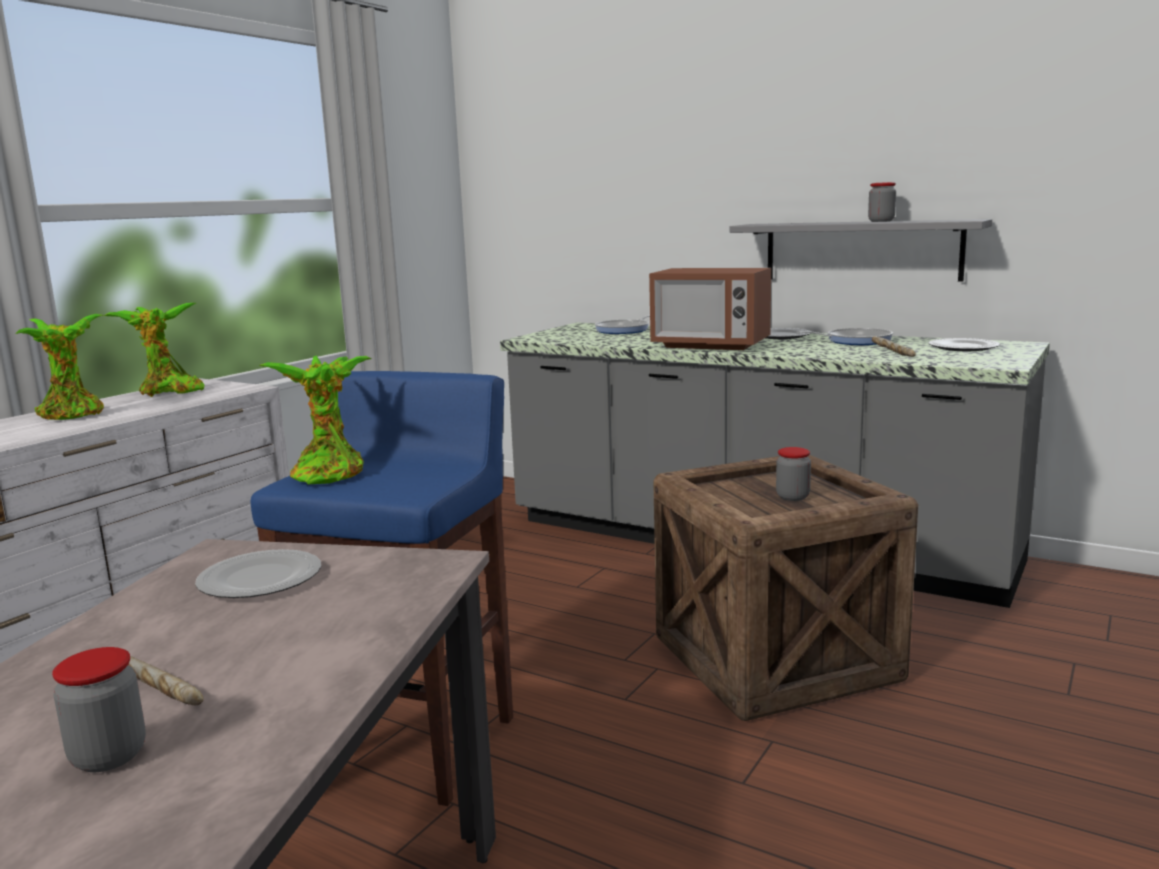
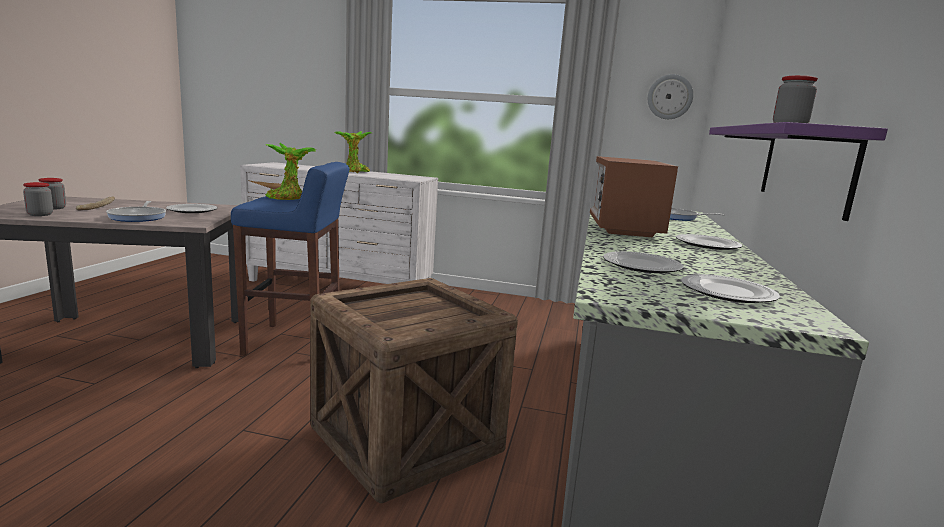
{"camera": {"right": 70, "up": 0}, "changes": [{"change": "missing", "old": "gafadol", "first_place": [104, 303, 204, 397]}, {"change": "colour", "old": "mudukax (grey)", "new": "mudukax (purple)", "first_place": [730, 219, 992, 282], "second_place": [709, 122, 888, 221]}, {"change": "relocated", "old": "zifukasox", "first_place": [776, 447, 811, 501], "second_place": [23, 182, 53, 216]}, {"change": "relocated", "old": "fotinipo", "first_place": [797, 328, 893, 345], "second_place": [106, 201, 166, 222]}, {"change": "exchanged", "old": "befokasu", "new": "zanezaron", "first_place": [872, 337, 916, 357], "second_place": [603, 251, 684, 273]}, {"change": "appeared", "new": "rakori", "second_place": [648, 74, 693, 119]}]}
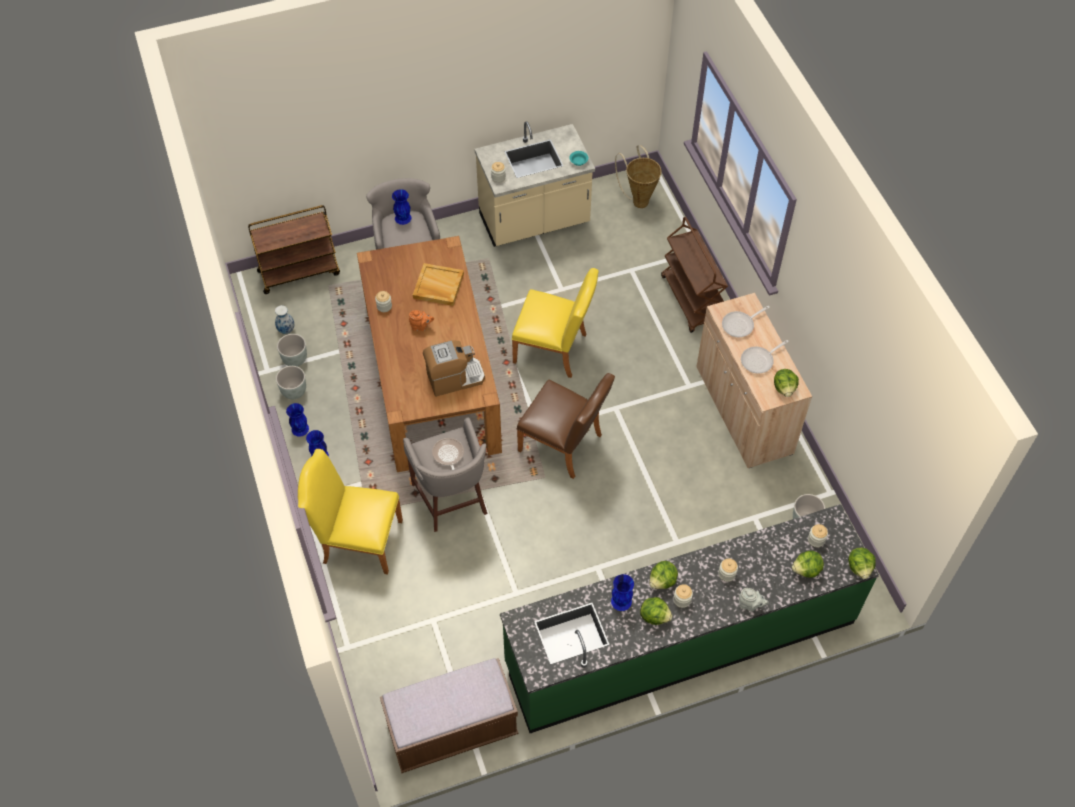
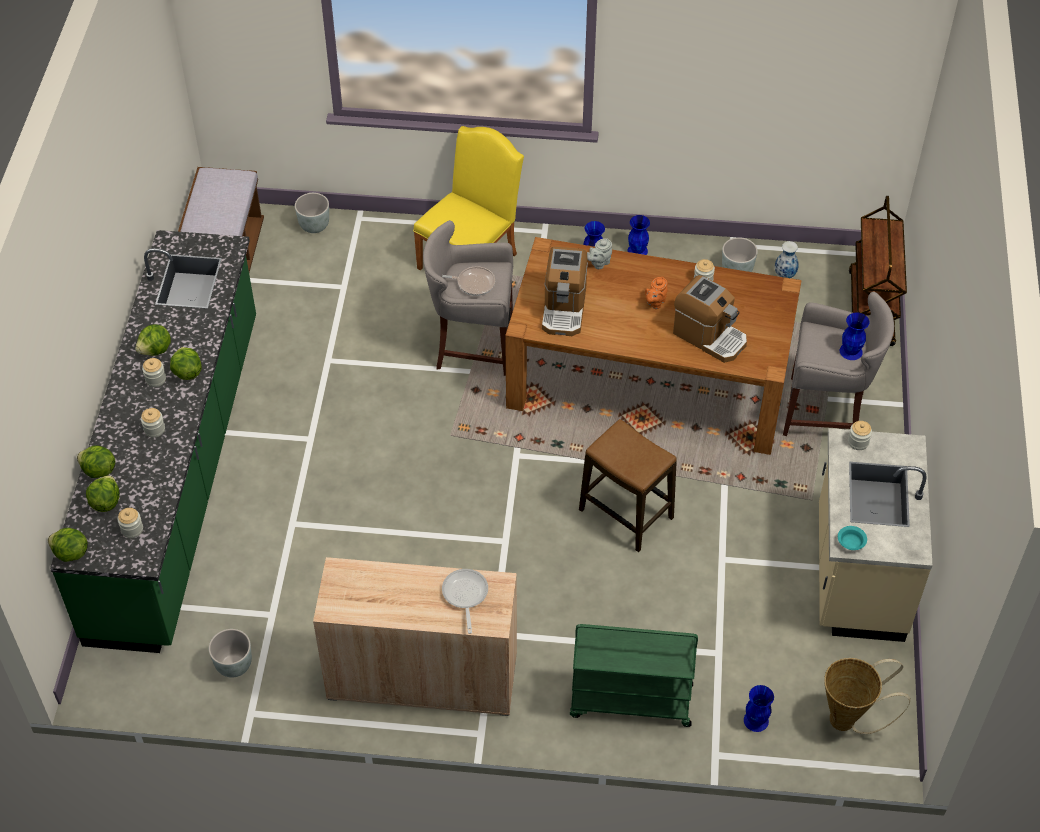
{"camera": {"right": 115, "up": -5}, "changes": [{"change": "relocated", "old": "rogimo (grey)", "first_place": [276, 366, 306, 399], "second_place": [295, 193, 329, 233]}, {"change": "exchanged", "old": "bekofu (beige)", "new": "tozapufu", "first_place": [413, 263, 464, 306], "second_place": [673, 275, 747, 363]}, {"change": "exchanged", "old": "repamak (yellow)", "new": "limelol", "first_place": [512, 268, 599, 378], "second_place": [579, 419, 677, 552]}, {"change": "missing", "old": "repamak (brown)", "first_place": [517, 373, 615, 479]}, {"change": "relocated", "old": "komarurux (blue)", "first_place": [611, 574, 634, 611], "second_place": [744, 685, 774, 732]}, {"change": "colour", "old": "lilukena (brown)", "new": "lilukena (green)", "first_place": [661, 217, 728, 333], "second_place": [570, 624, 698, 727]}, {"change": "relocated", "old": "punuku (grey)", "first_place": [739, 588, 769, 612], "second_place": [587, 238, 612, 269]}, {"change": "missing", "old": "fotinipo", "first_place": [741, 340, 789, 374]}, {"change": "relocated", "old": "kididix", "first_place": [774, 369, 799, 397], "second_place": [77, 445, 115, 478]}]}
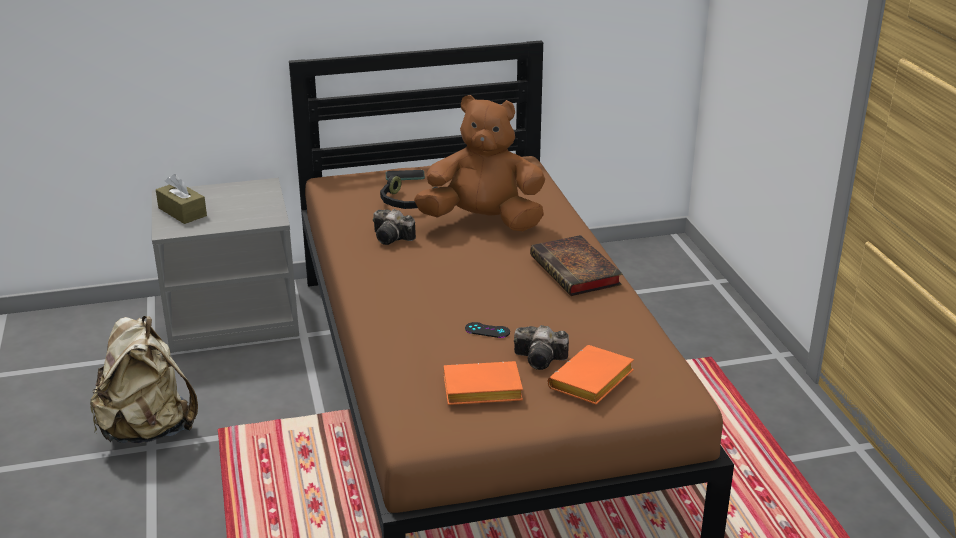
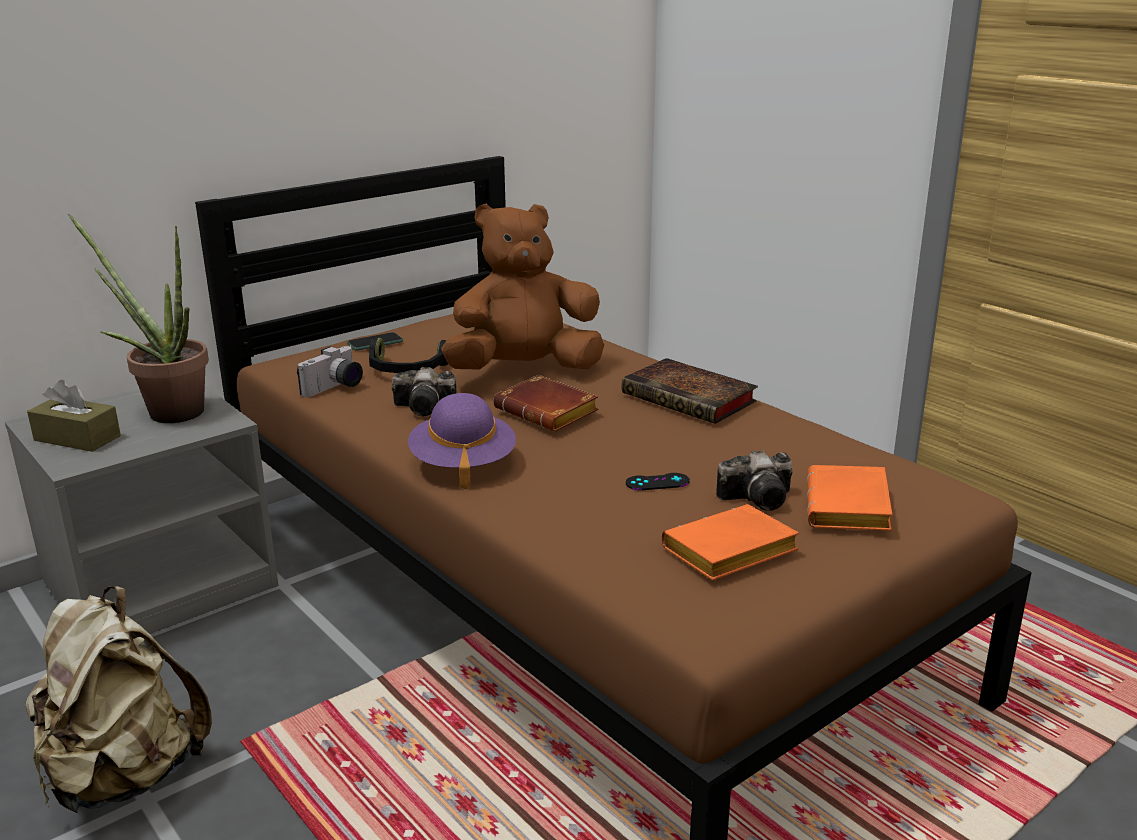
{"camera": {"right": -25, "up": -5}, "changes": [{"change": "appeared", "new": "gafadol", "second_place": [68, 213, 209, 423]}, {"change": "appeared", "new": "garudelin", "second_place": [297, 346, 363, 397]}, {"change": "appeared", "new": "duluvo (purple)", "second_place": [408, 393, 516, 489]}, {"change": "appeared", "new": "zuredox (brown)", "second_place": [493, 375, 598, 431]}]}
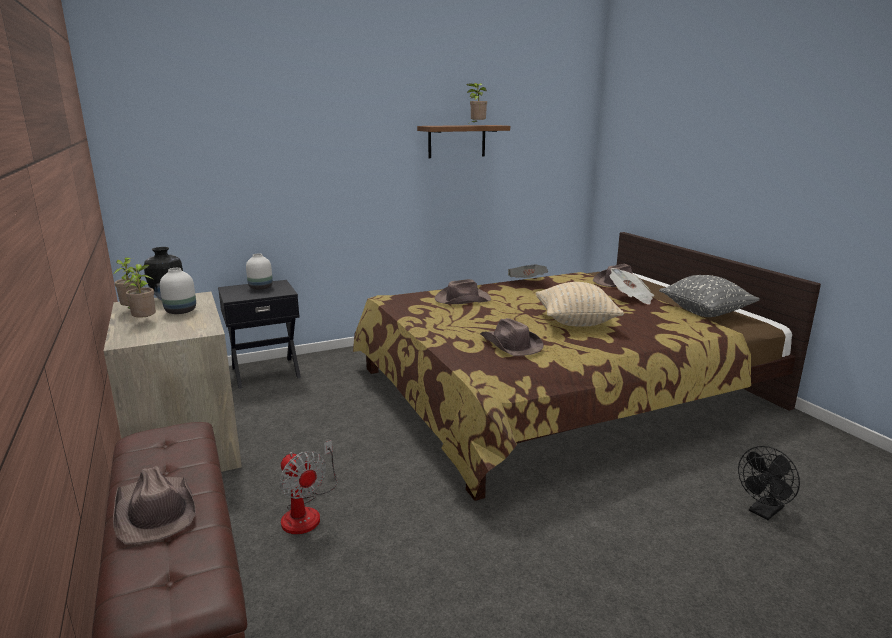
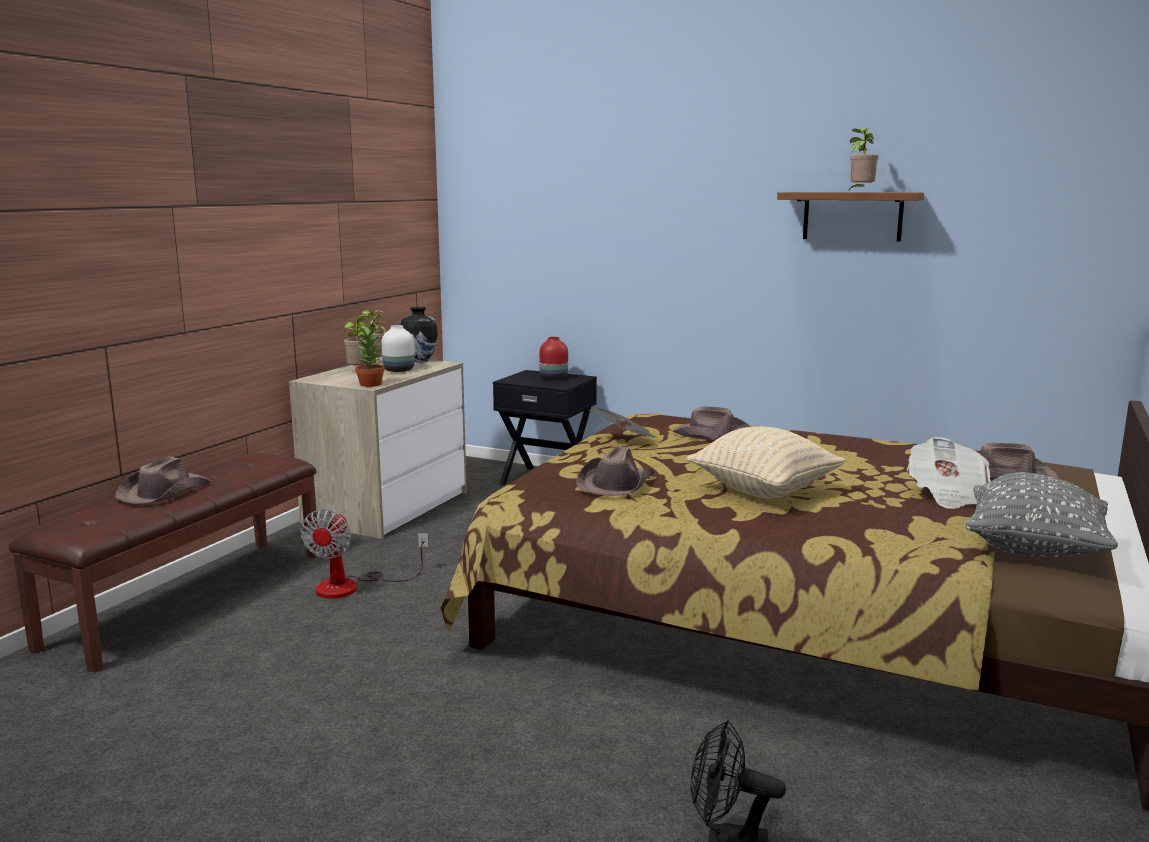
{"camera": {"right": 50, "up": -5}, "changes": [{"change": "colour", "old": "komarurux (white)", "new": "komarurux (red)", "first_place": [246, 253, 273, 290], "second_place": [539, 337, 568, 379]}, {"change": "relocated", "old": "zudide", "first_place": [508, 265, 548, 278], "second_place": [589, 408, 656, 437]}, {"change": "appeared", "new": "gafadol", "second_place": [355, 326, 385, 387]}]}
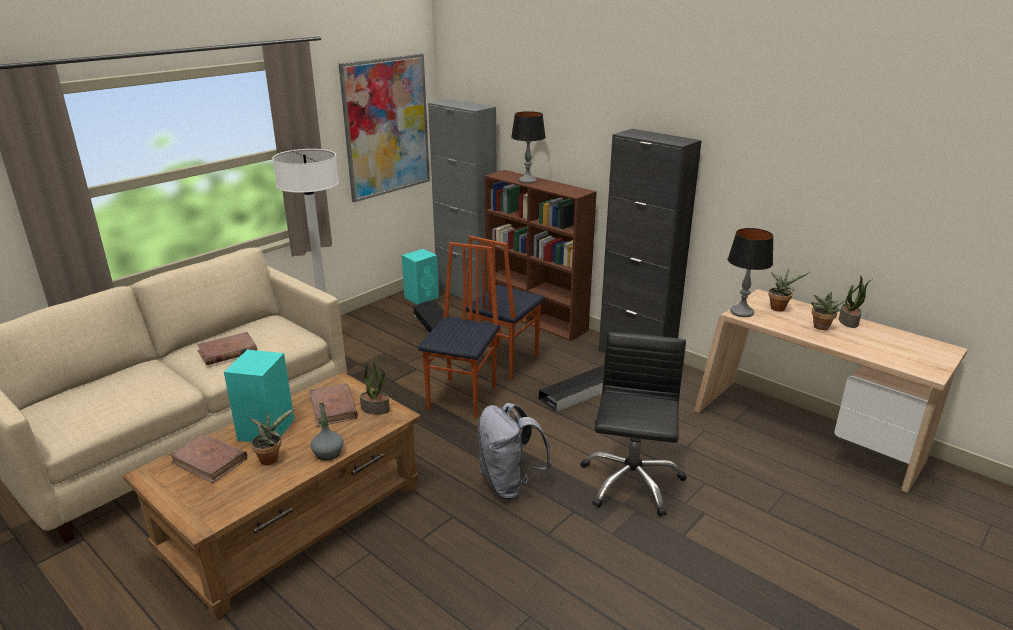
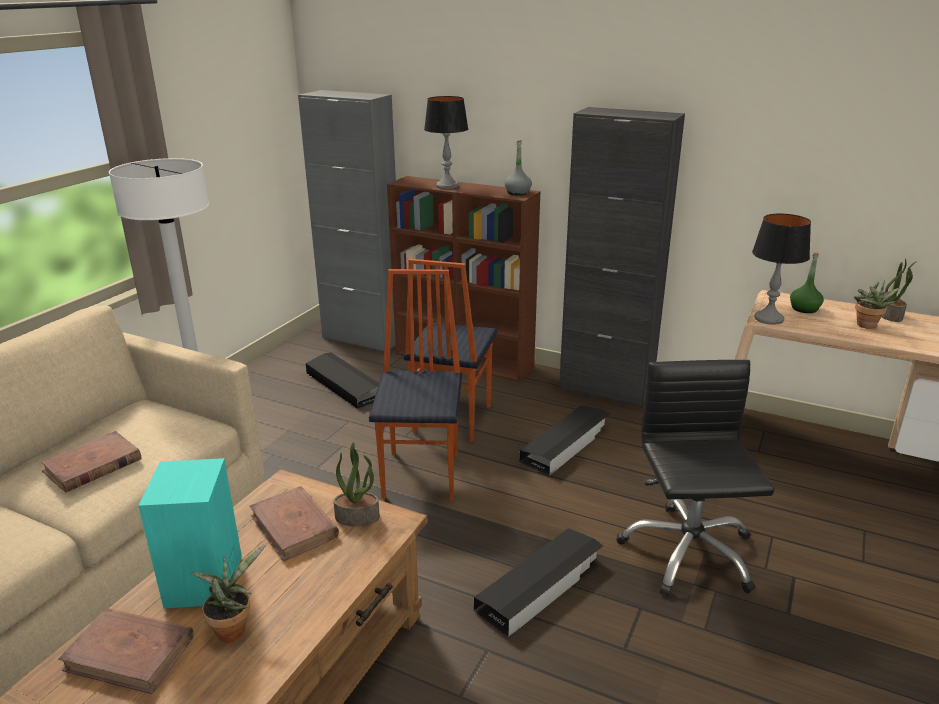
{"camera": {"right": -15, "up": 0}, "changes": [{"change": "relocated", "old": "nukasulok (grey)", "first_place": [311, 401, 344, 460], "second_place": [505, 140, 532, 195]}, {"change": "missing", "old": "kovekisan", "first_place": [339, 54, 430, 202]}, {"change": "missing", "old": "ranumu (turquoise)", "first_place": [402, 249, 439, 305]}, {"change": "exchanged", "old": "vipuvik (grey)", "new": "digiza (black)", "first_place": [478, 403, 552, 499], "second_place": [474, 528, 603, 637]}, {"change": "exchanged", "old": "gafadol", "new": "nukasulok (green)", "first_place": [769, 269, 811, 312], "second_place": [790, 252, 824, 313]}]}
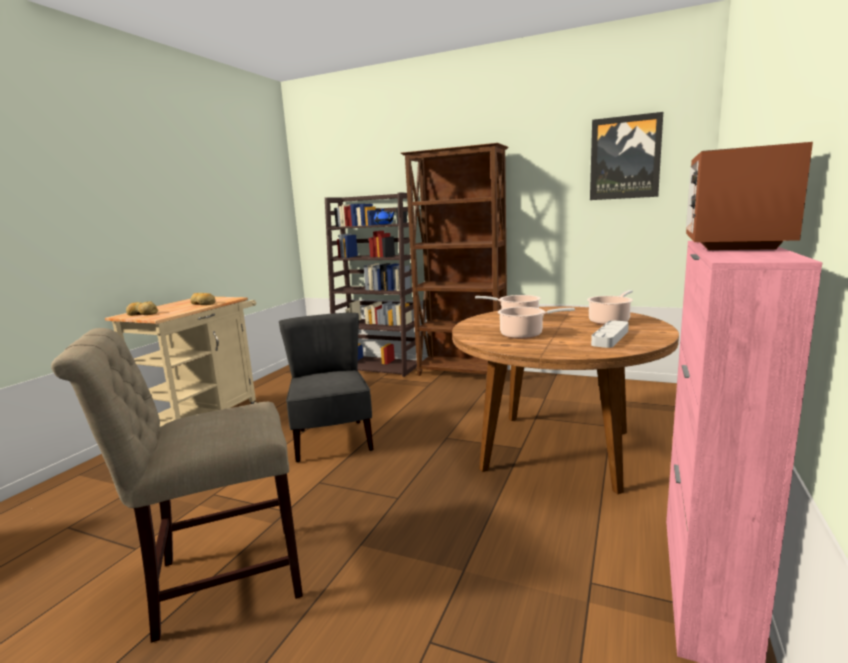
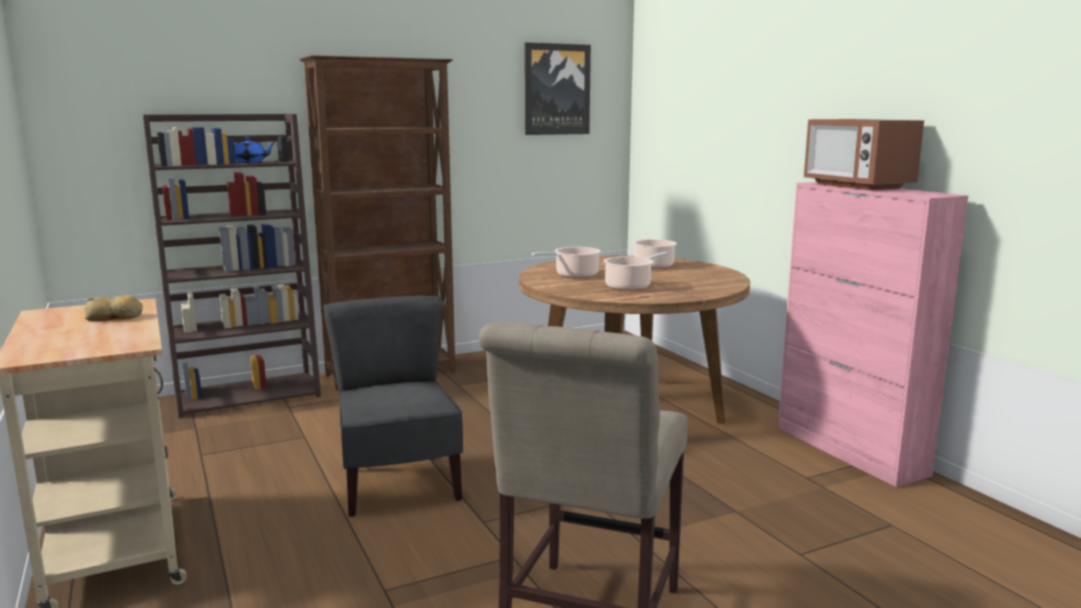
{"camera": {"right": -50, "up": 0}, "changes": [{"change": "missing", "old": "befokasu", "first_place": [126, 301, 159, 316]}, {"change": "spun", "old": "repamak (grey)", "first_place": [279, 313, 374, 463], "second_place": [323, 296, 463, 517], "degrees": 45}, {"change": "missing", "old": "bekofu (grey)", "first_place": [591, 320, 629, 348]}]}
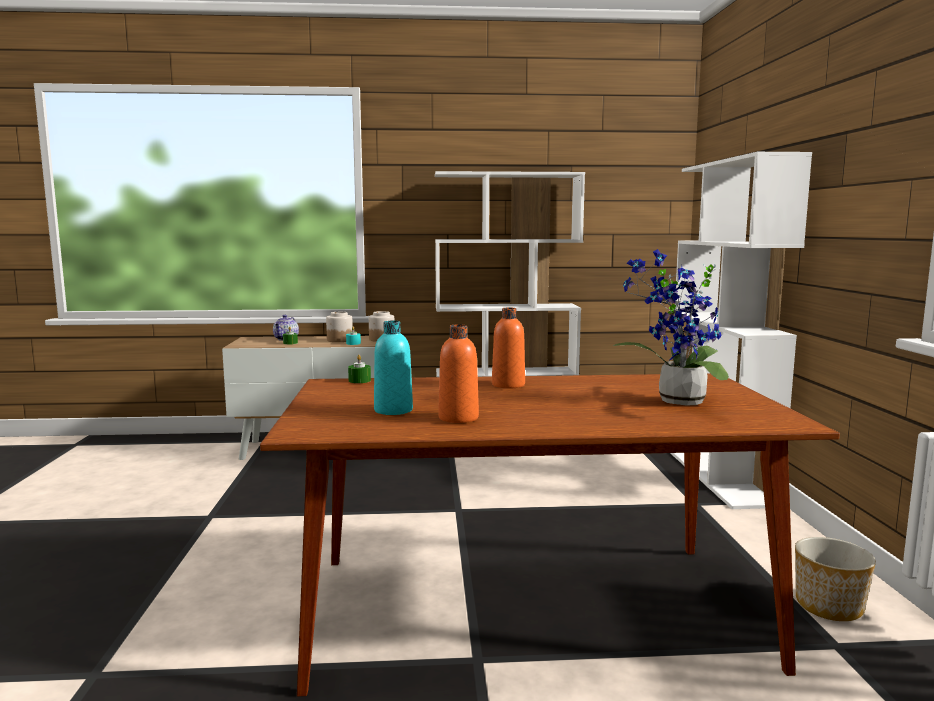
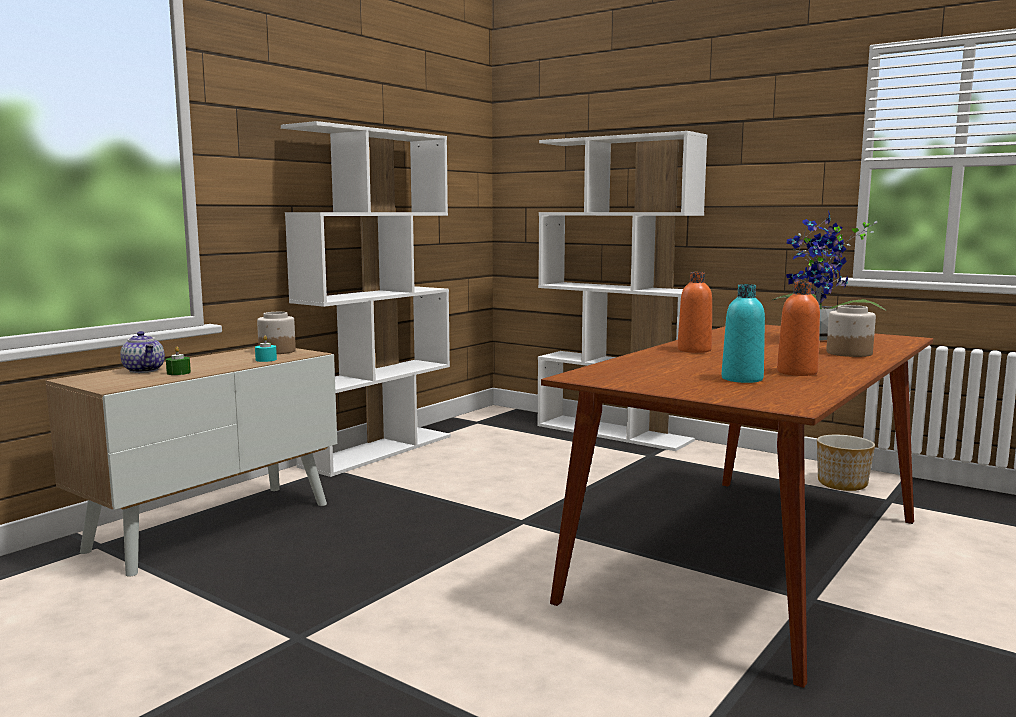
{"camera": {"right": -50, "up": 0}, "changes": [{"change": "relocated", "old": "zifukasox", "first_place": [326, 312, 353, 342], "second_place": [826, 305, 876, 357]}, {"change": "missing", "old": "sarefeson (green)", "first_place": [348, 355, 371, 383]}]}
